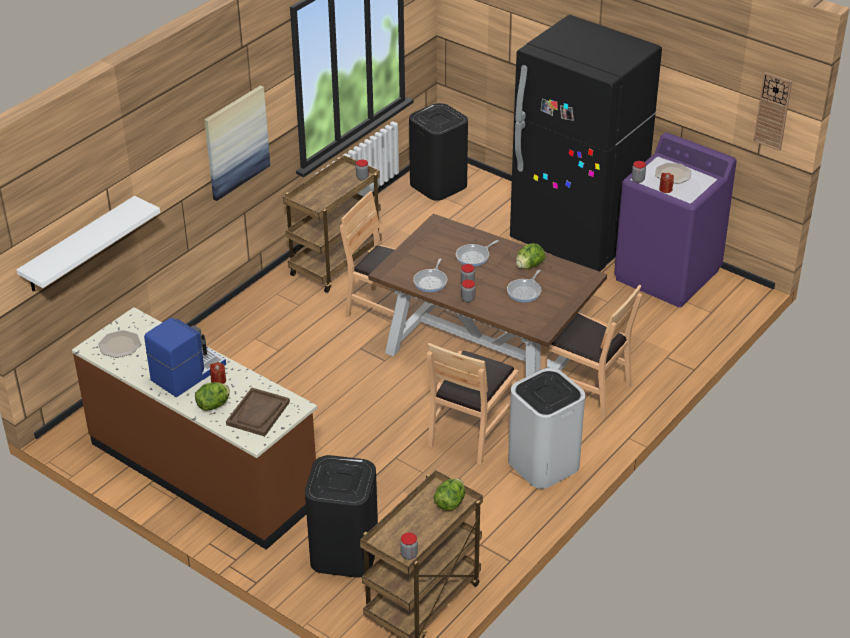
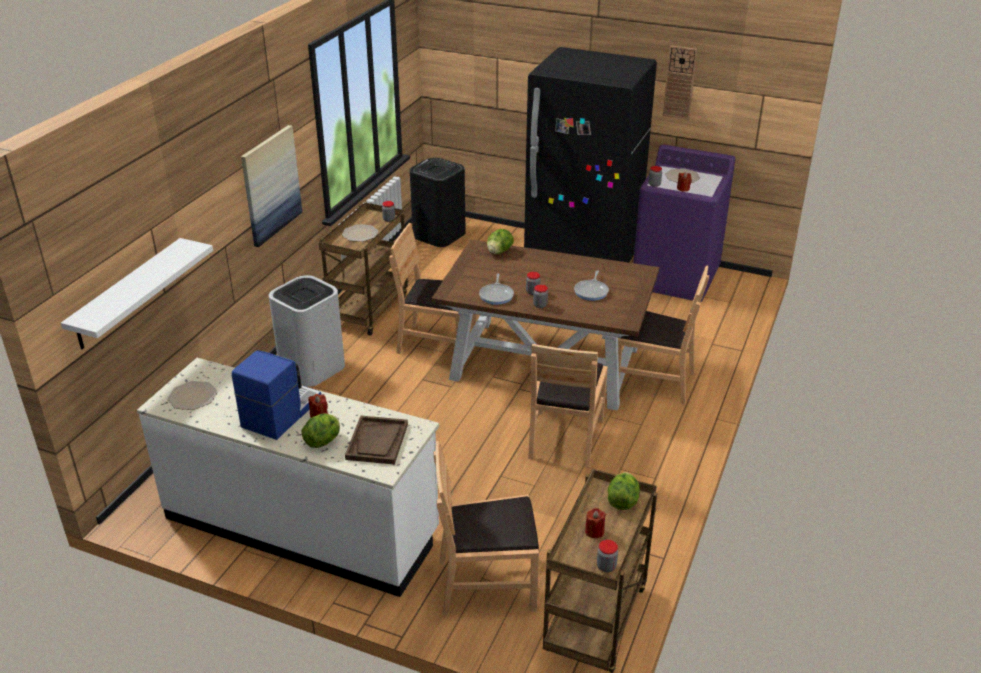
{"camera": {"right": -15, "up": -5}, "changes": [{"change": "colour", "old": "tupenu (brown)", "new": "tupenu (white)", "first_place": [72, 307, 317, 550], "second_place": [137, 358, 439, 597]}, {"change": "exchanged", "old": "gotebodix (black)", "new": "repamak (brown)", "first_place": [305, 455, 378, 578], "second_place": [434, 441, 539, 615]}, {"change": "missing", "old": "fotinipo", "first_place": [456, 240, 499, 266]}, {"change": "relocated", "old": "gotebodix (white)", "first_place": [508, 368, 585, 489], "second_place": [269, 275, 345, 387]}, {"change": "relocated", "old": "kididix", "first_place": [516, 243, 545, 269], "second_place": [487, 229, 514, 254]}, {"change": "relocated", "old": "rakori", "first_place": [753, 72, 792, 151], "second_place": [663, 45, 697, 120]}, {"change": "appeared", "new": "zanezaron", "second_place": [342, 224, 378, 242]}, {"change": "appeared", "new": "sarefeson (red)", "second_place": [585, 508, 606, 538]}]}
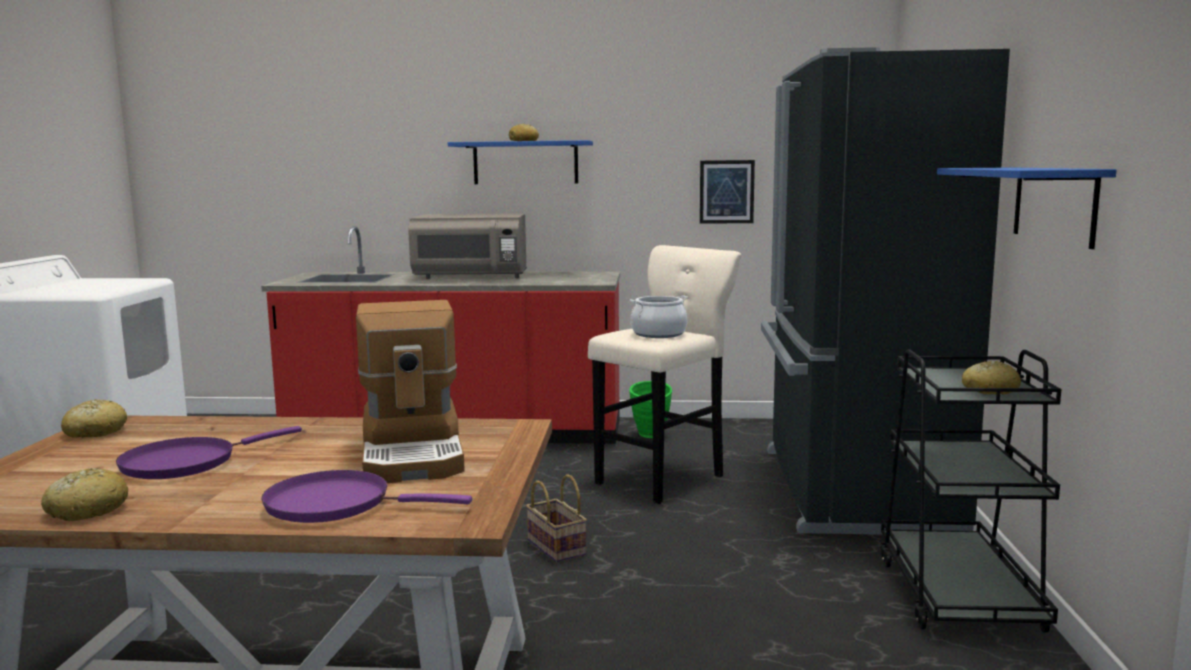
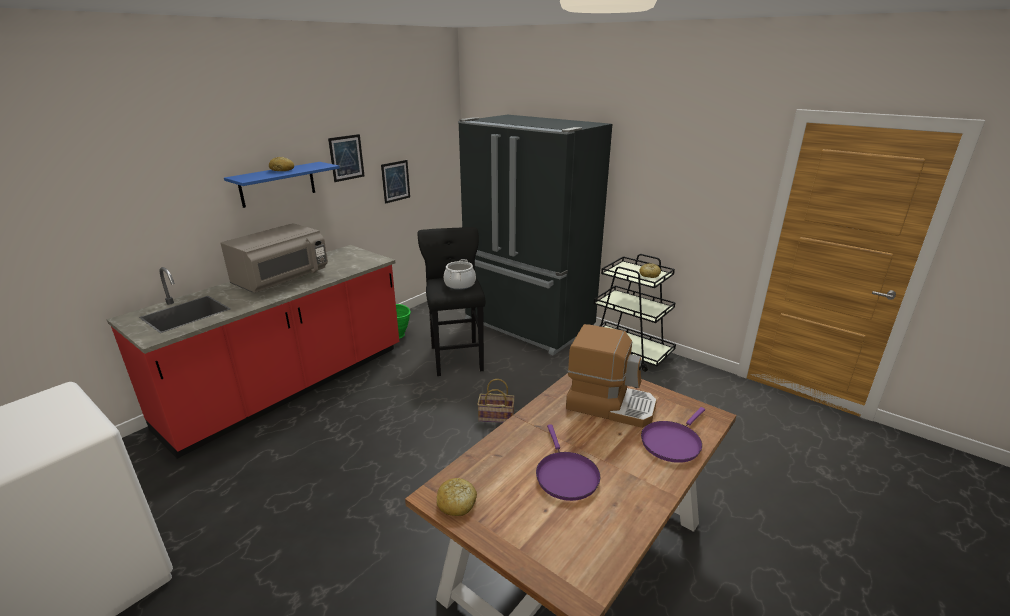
{"camera": {"right": -55, "up": 15}, "changes": [{"change": "missing", "old": "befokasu", "first_place": [41, 468, 128, 521]}, {"change": "colour", "old": "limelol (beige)", "new": "limelol (black)", "first_place": [588, 245, 741, 504], "second_place": [417, 227, 485, 376]}, {"change": "missing", "old": "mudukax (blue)", "first_place": [937, 167, 1116, 249]}, {"change": "appeared", "new": "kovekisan", "second_place": [328, 134, 365, 182]}]}
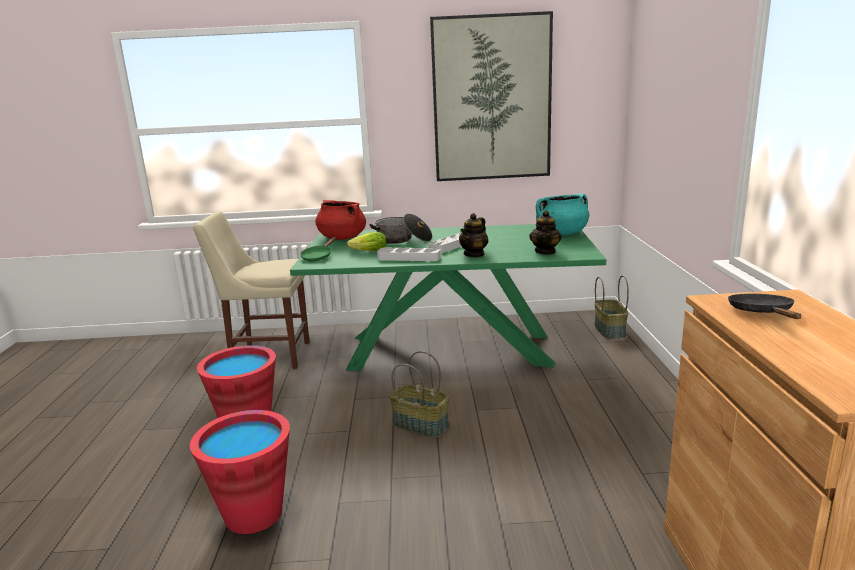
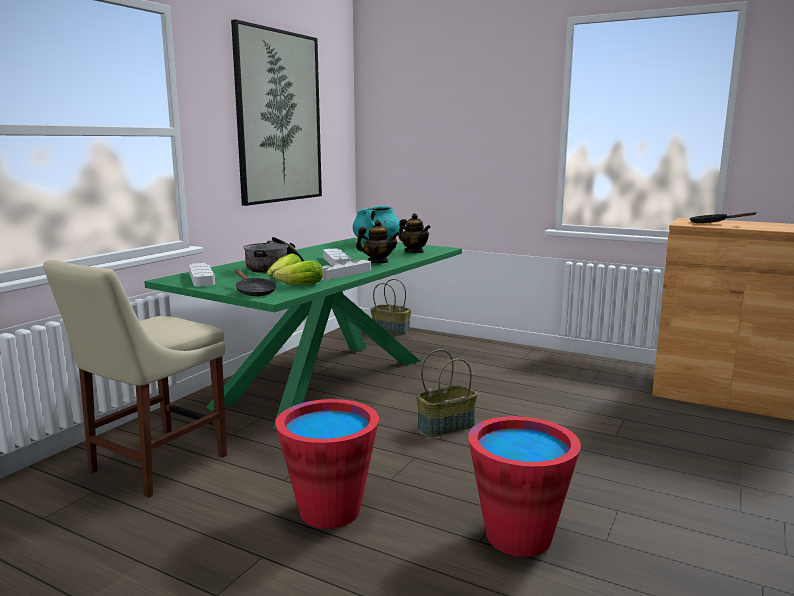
{"camera": {"right": -60, "up": -5}, "changes": [{"change": "colour", "old": "fotinipo (green)", "new": "fotinipo (black)", "first_place": [300, 237, 336, 261], "second_place": [235, 269, 277, 296]}, {"change": "exchanged", "old": "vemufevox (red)", "new": "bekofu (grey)", "first_place": [315, 200, 366, 240], "second_place": [189, 263, 215, 287]}, {"change": "spun", "old": "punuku", "first_place": [459, 213, 488, 257], "second_place": [356, 220, 400, 263], "degrees": -45}, {"change": "appeared", "new": "kididix", "second_place": [273, 260, 323, 285]}]}
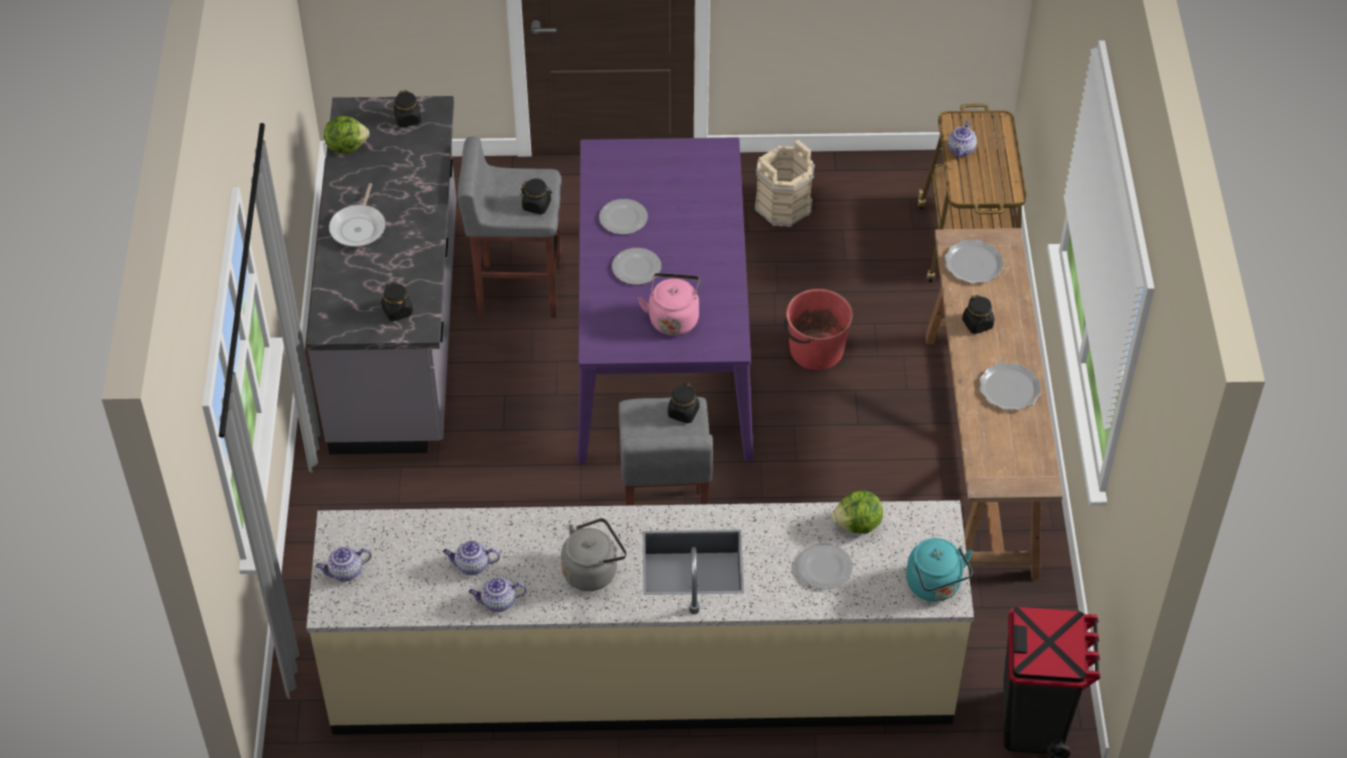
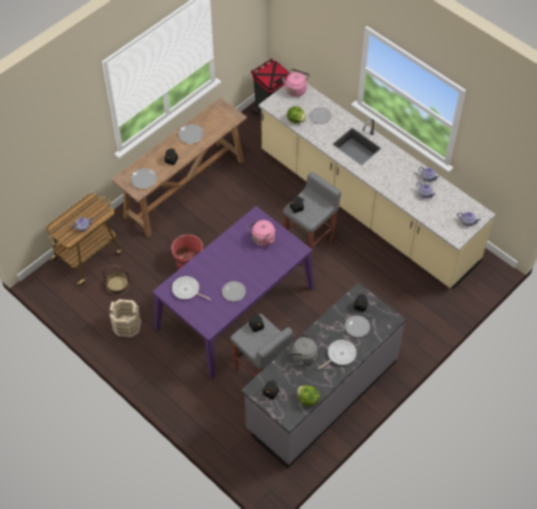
{"camera": {"right": -135, "up": 5}, "changes": [{"change": "relocated", "old": "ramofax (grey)", "first_place": [561, 518, 627, 591], "second_place": [289, 333, 318, 366]}, {"change": "relocated", "old": "zanezaron", "first_place": [612, 248, 661, 285], "second_place": [345, 316, 370, 337]}, {"change": "colour", "old": "ramofax (turquoise)", "new": "ramofax (pink)", "first_place": [906, 538, 973, 602], "second_place": [282, 69, 310, 97]}, {"change": "appeared", "new": "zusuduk", "second_place": [103, 266, 129, 295]}, {"change": "appeared", "new": "fotinipo", "second_place": [172, 276, 211, 300]}]}
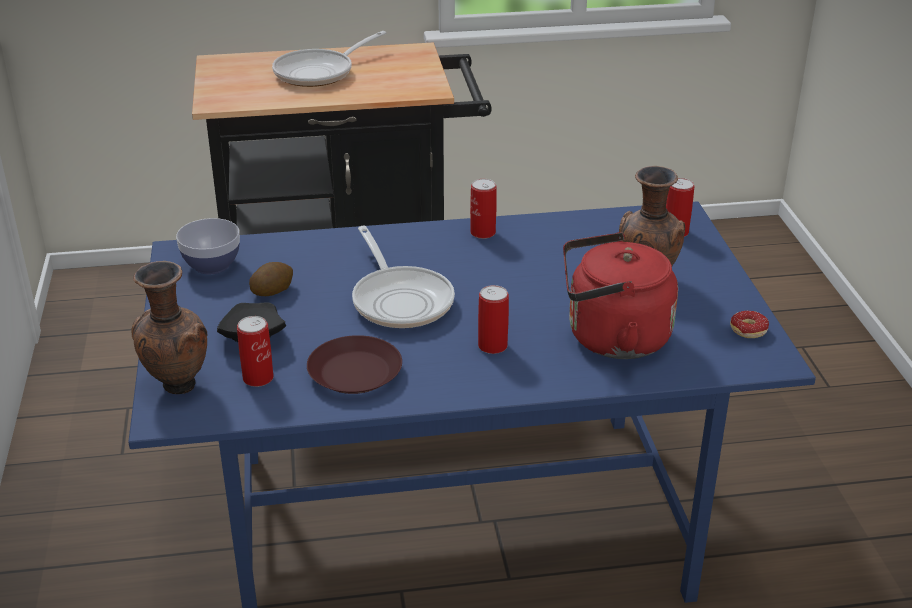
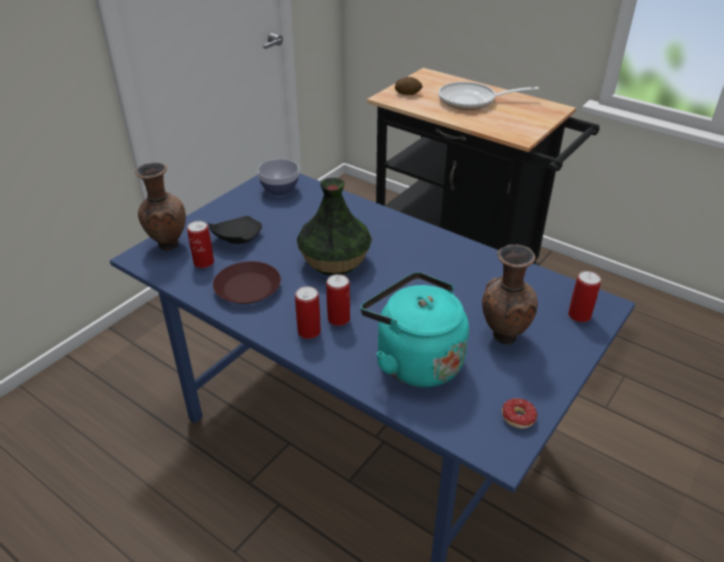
{"camera": {"right": 45, "up": 5}, "changes": [{"change": "relocated", "old": "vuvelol", "first_place": [249, 262, 293, 296], "second_place": [395, 77, 423, 95]}, {"change": "exchanged", "old": "fotinipo", "new": "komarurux", "first_place": [352, 226, 455, 328], "second_place": [297, 178, 372, 275]}, {"change": "relocated", "old": "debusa", "first_place": [470, 179, 497, 239], "second_place": [295, 286, 321, 339]}, {"change": "colour", "old": "ramofax (red)", "new": "ramofax (turquoise)", "first_place": [563, 232, 678, 359], "second_place": [361, 272, 469, 388]}]}
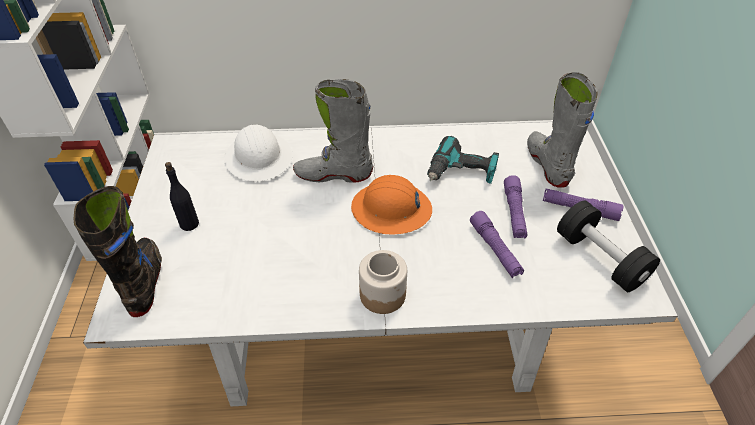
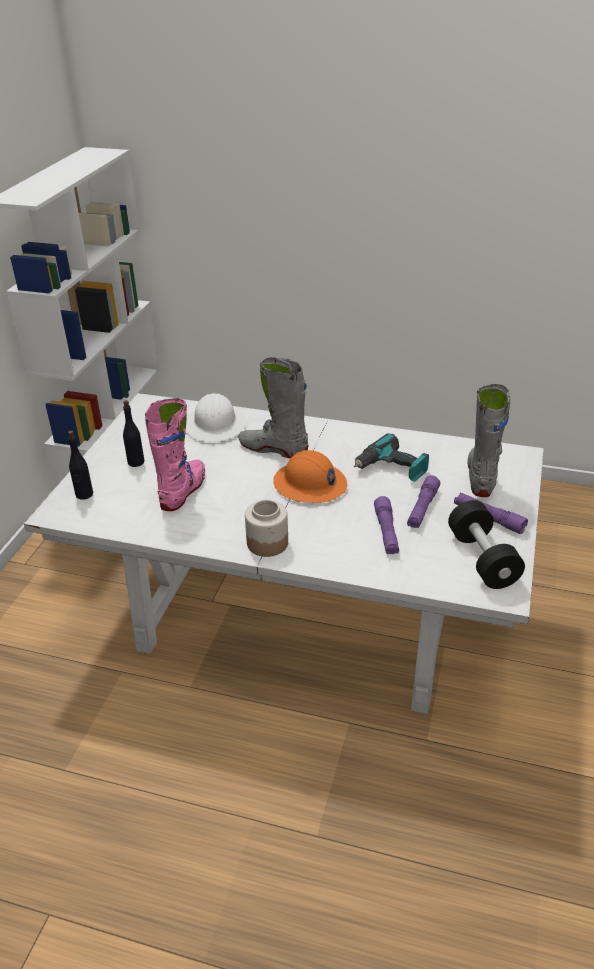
{"camera": {"right": 20, "up": -10}, "changes": [{"change": "exchanged", "old": "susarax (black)", "new": "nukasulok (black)", "first_place": [73, 186, 162, 317], "second_place": [68, 431, 93, 500]}, {"change": "appeared", "new": "susarax (pink)", "second_place": [145, 398, 205, 511]}]}
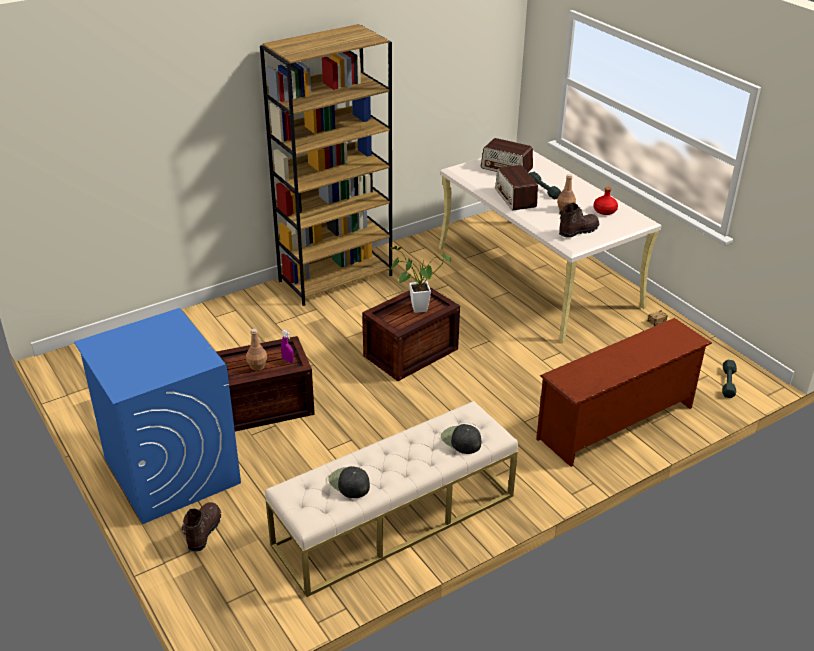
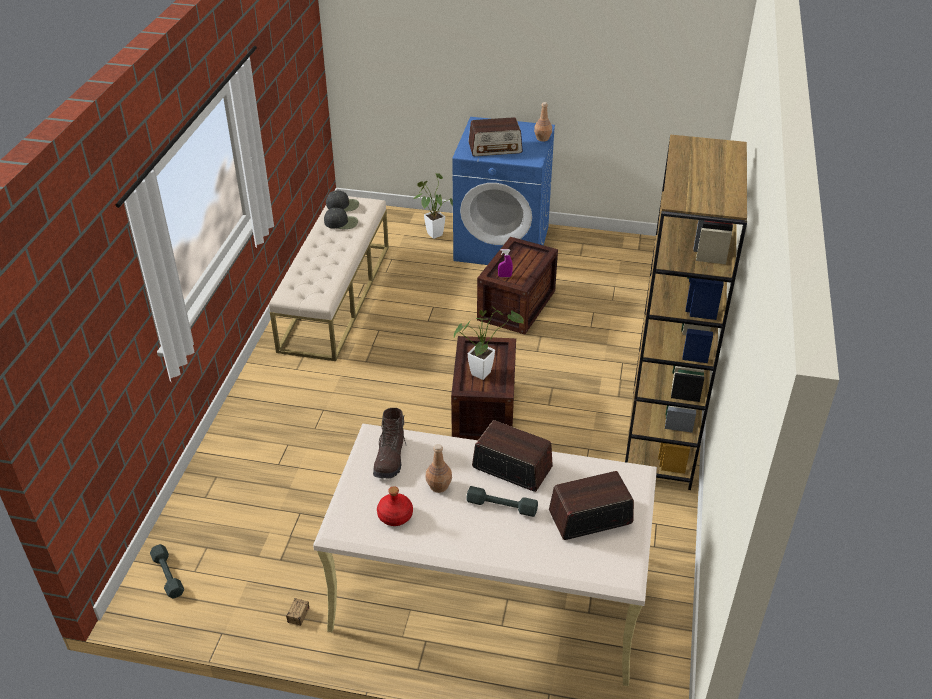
{"camera": {"right": 135, "up": 5}, "changes": [{"change": "exchanged", "old": "susarax (brown)", "new": "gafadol", "first_place": [181, 502, 221, 551], "second_place": [413, 173, 453, 239]}, {"change": "relocated", "old": "nukasulok (brown)", "first_place": [246, 329, 267, 371], "second_place": [534, 102, 552, 142]}, {"change": "relocated", "old": "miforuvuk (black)", "first_place": [441, 424, 481, 454], "second_place": [326, 191, 359, 211]}, {"change": "missing", "old": "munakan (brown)", "first_place": [536, 318, 712, 467]}, {"change": "appeared", "new": "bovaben", "second_place": [468, 117, 523, 156]}]}
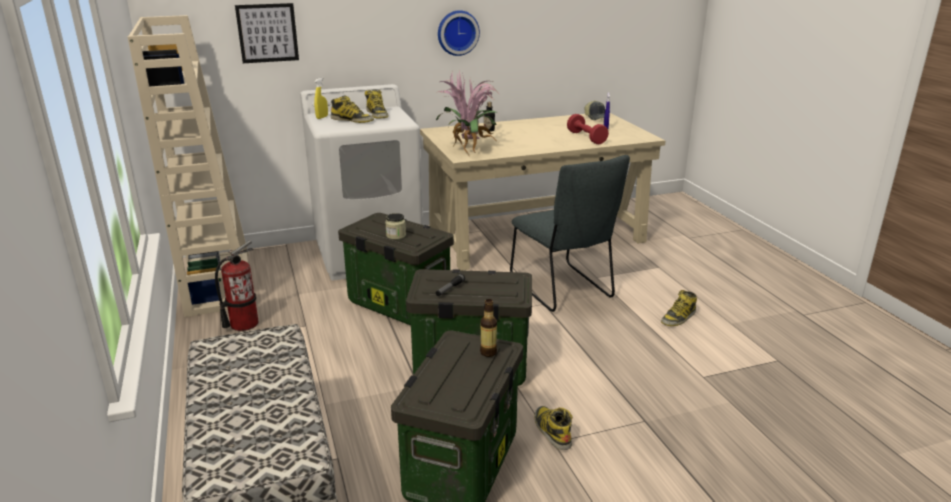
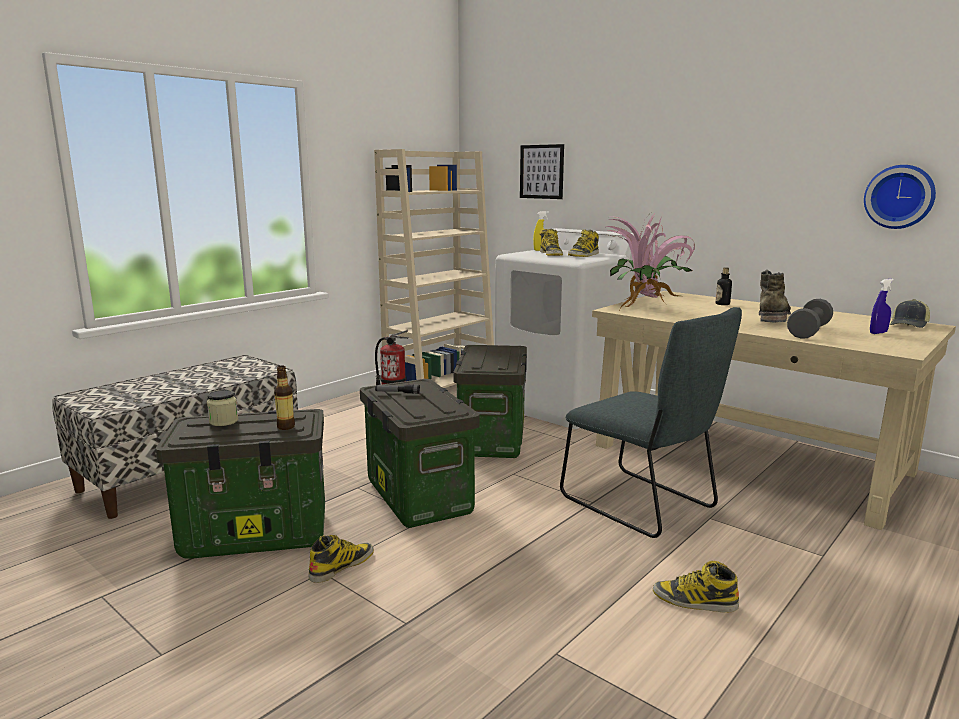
{"camera": {"right": 60, "up": -10}, "changes": [{"change": "relocated", "old": "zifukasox", "first_place": [385, 213, 406, 240], "second_place": [207, 390, 238, 426]}, {"change": "relocated", "old": "rakori", "first_place": [438, 10, 480, 56], "second_place": [864, 165, 936, 229]}, {"change": "spun", "old": "repamak (grey)", "first_place": [510, 155, 630, 312], "second_place": [560, 307, 742, 538], "degrees": -75}, {"change": "colour", "old": "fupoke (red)", "new": "fupoke (grey)", "first_place": [567, 114, 609, 144], "second_place": [787, 299, 833, 339]}, {"change": "appeared", "new": "susarax (green)", "second_place": [759, 270, 791, 323]}]}
